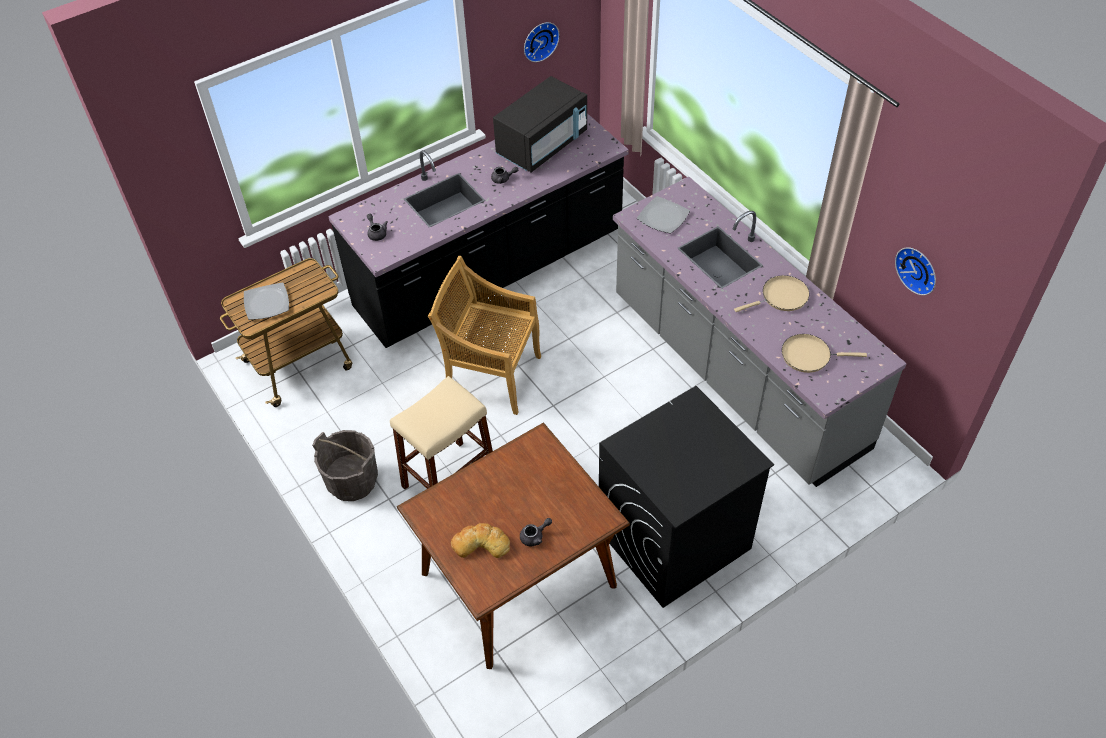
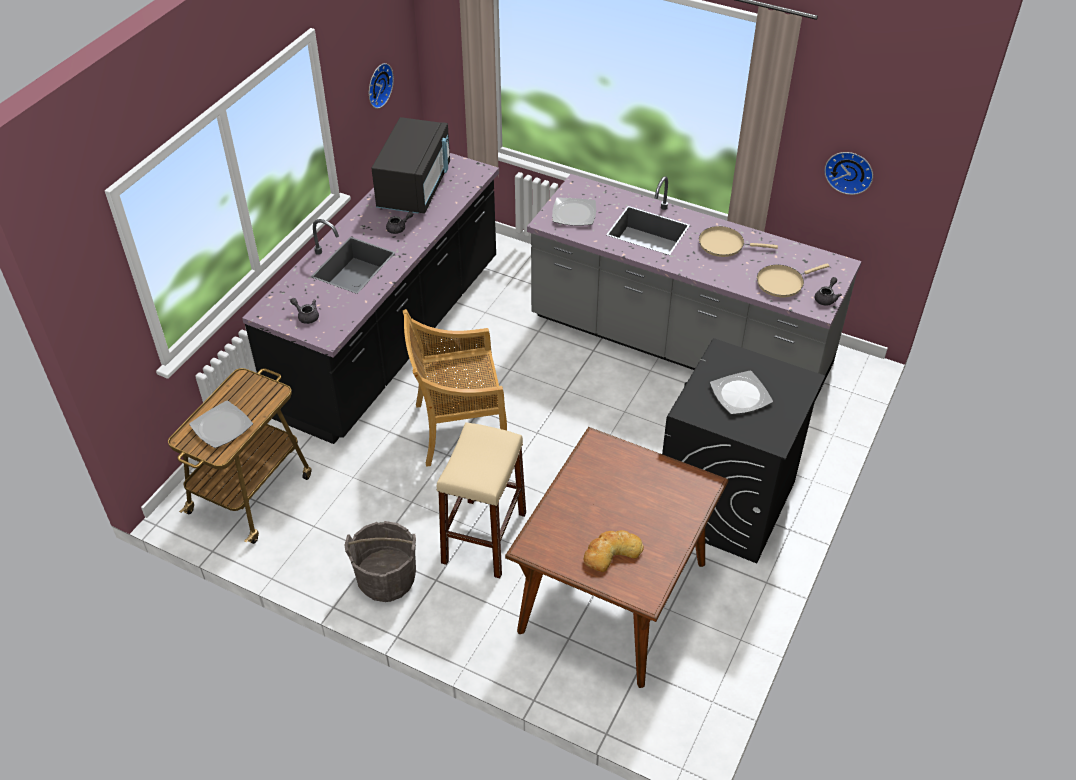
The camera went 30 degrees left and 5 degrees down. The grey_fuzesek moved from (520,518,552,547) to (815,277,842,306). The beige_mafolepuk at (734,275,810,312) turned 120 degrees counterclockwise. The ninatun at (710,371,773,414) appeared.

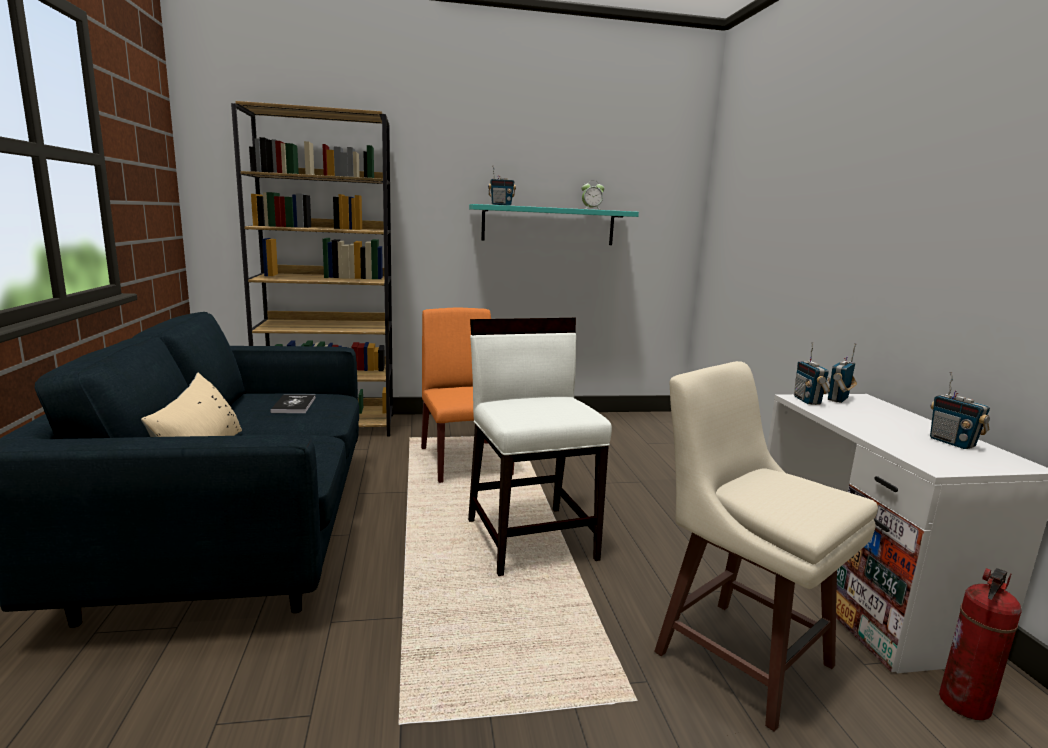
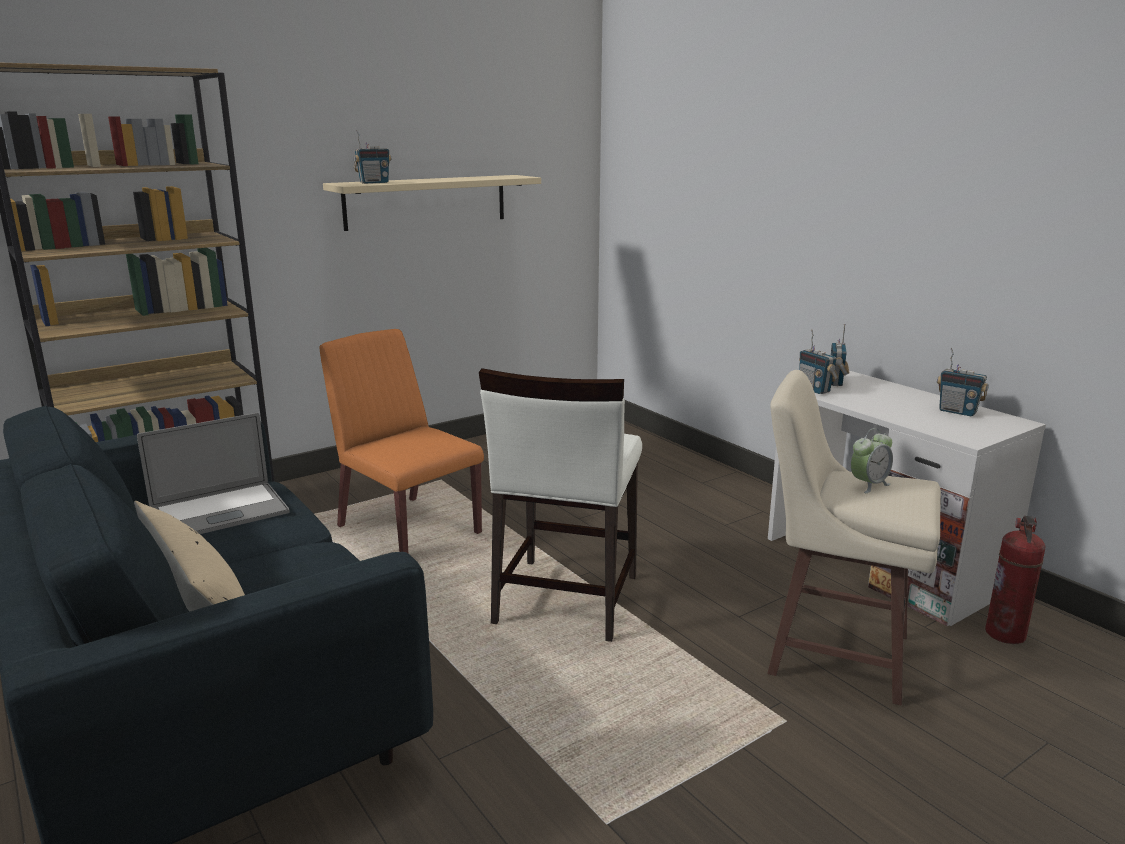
The camera went 25 degrees left and 5 degrees up. The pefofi at (270,394,316,413) was replaced by the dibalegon at (137,413,290,534). The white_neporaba at (468,318,612,576) turned 120 degrees counterclockwise. The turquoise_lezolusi at (469,204,639,245) became the beige_lezolusi at (323,175,541,231). The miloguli moved from (582,180,604,210) to (851,428,893,493).

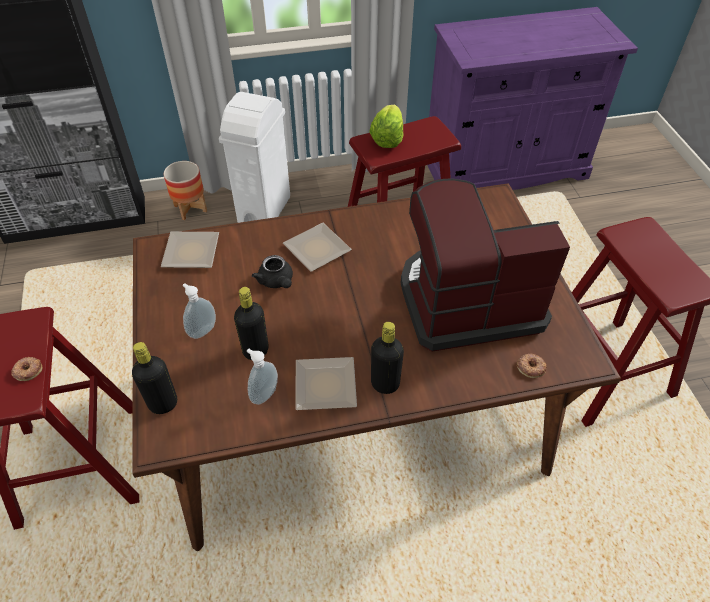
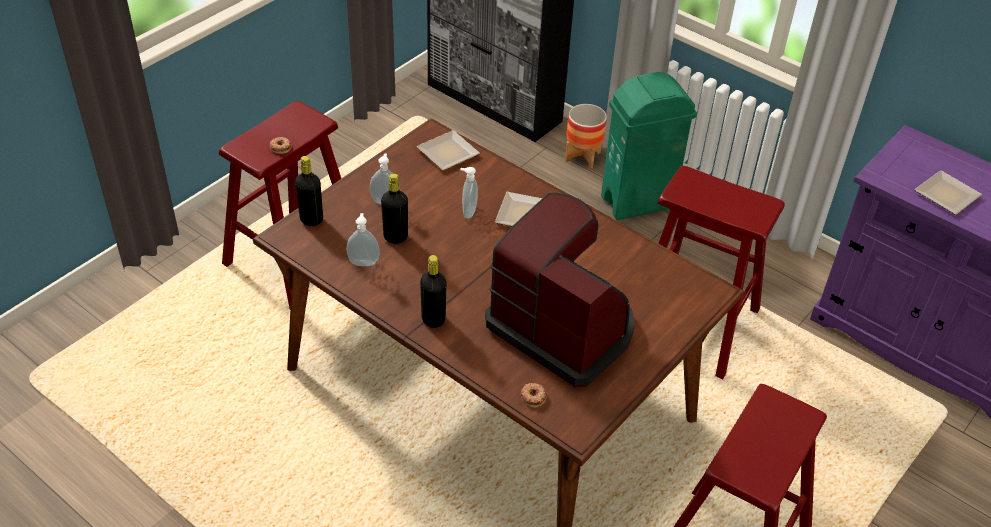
The camera went 50 degrees right and 5 degrees down. The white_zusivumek at (219,92,290,223) became the green_zusivumek at (601,72,697,220). The black_fuzesek at (252,255,293,288) was replaced by the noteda at (460,167,478,219). The ninatun moved from (296,357,357,410) to (914,170,982,215). The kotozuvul at (369,105,404,148) disappeared.

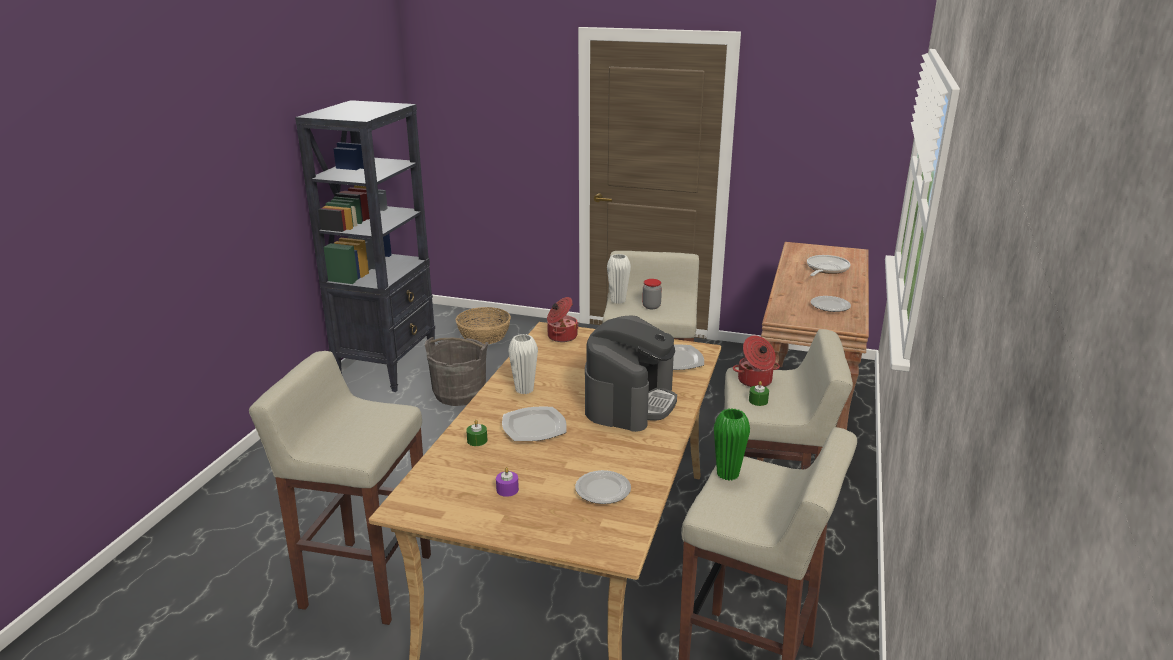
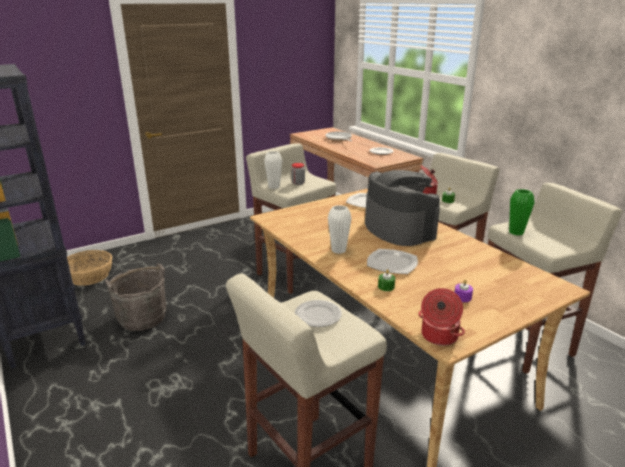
The camera went 50 degrees left and 0 degrees up. The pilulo moved from (547,297,579,342) to (418,288,465,346). The ninatun moved from (575,470,631,504) to (295,300,342,327).

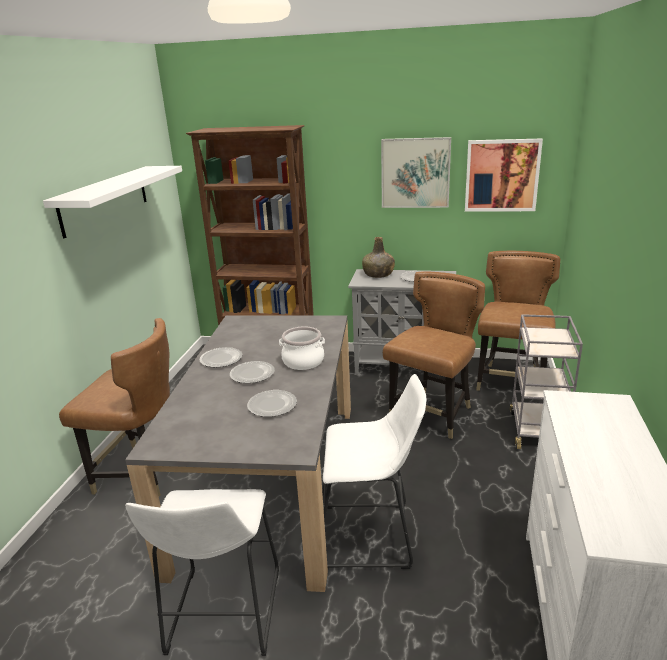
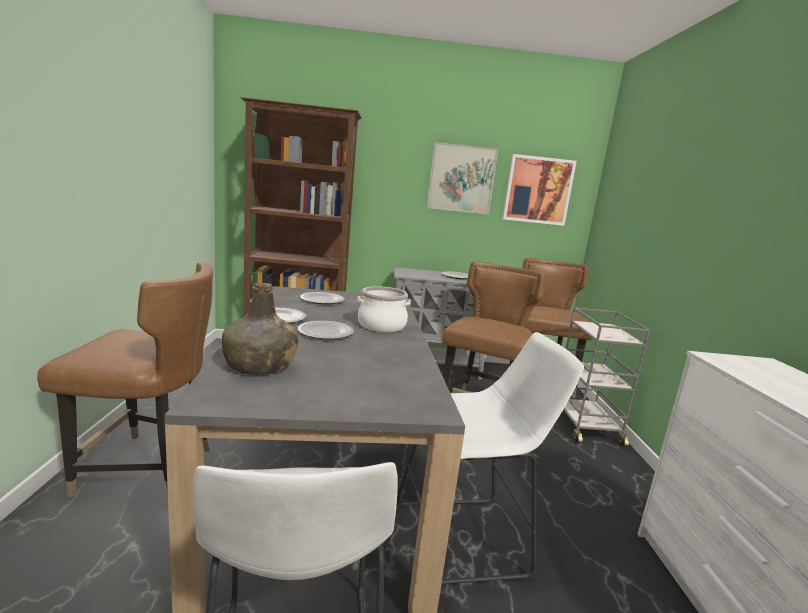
The camera went 15 degrees left and 10 degrees down. The white_lezolusi at (43,166,182,238) disappeared. The ninatun moved from (247,390,297,417) to (300,292,345,304). The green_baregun moved from (362,237,395,278) to (222,283,298,375).

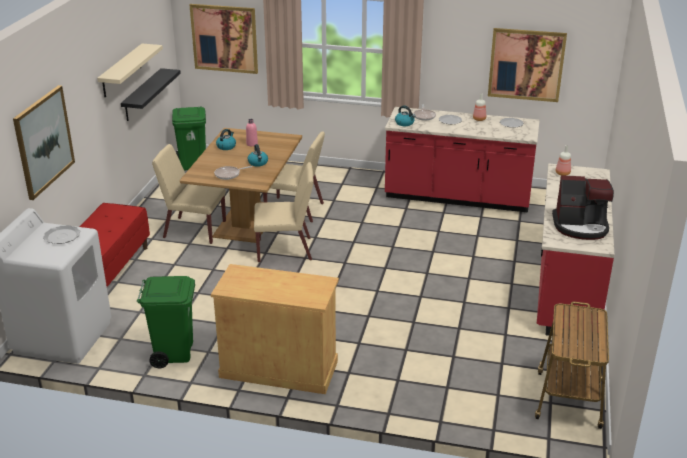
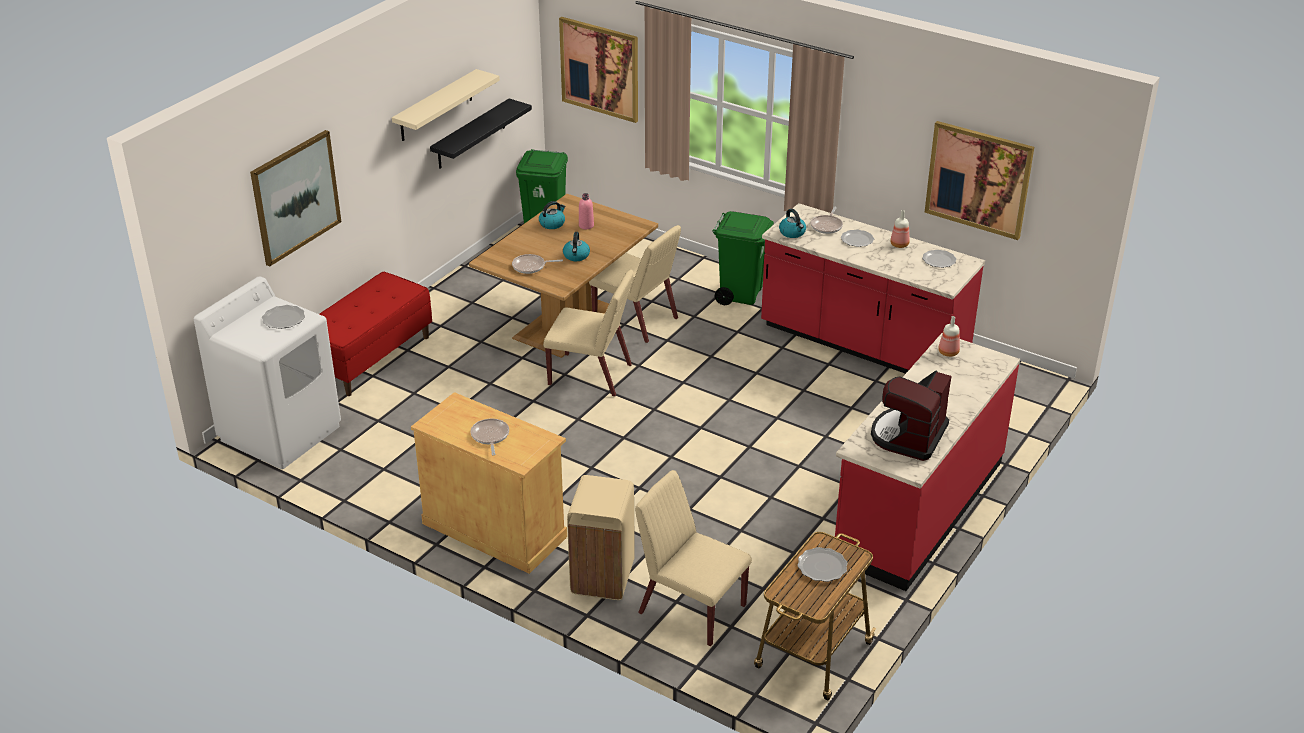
The camera went 20 degrees right and 5 degrees up. The green_zusivumek moved from (137,276,195,368) to (712,211,774,305). The beige_neporaba moved from (152,144,226,244) to (635,470,752,646). The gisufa at (552,175,614,240) turned 90 degrees clockwise. The mafolepuk at (471,419,509,455) appeared. The beige_zusivumek at (567,475,635,600) appeared. The ninatun at (797,547,848,582) appeared.

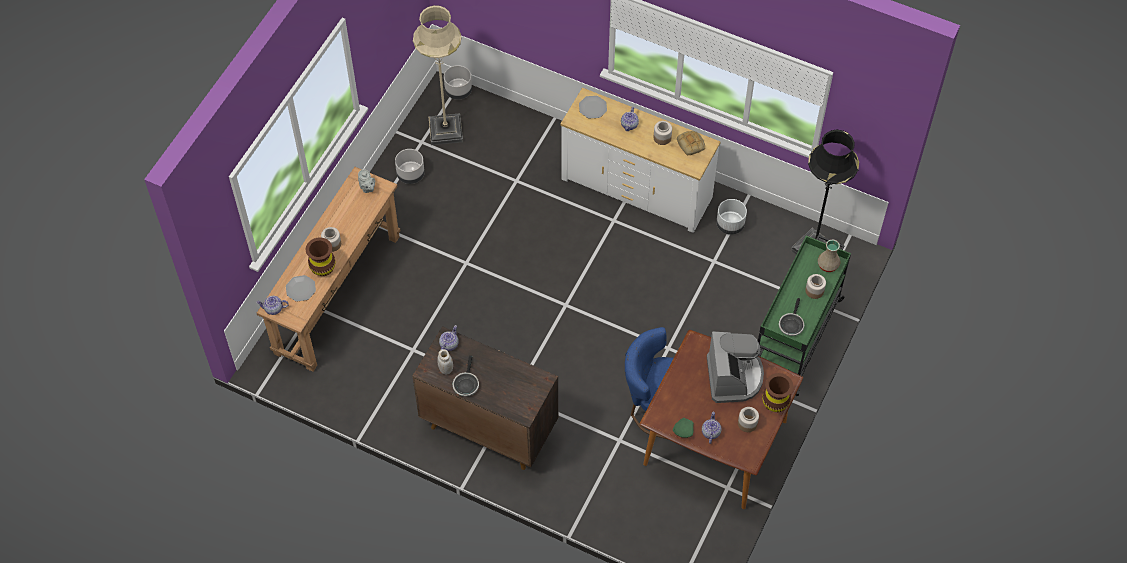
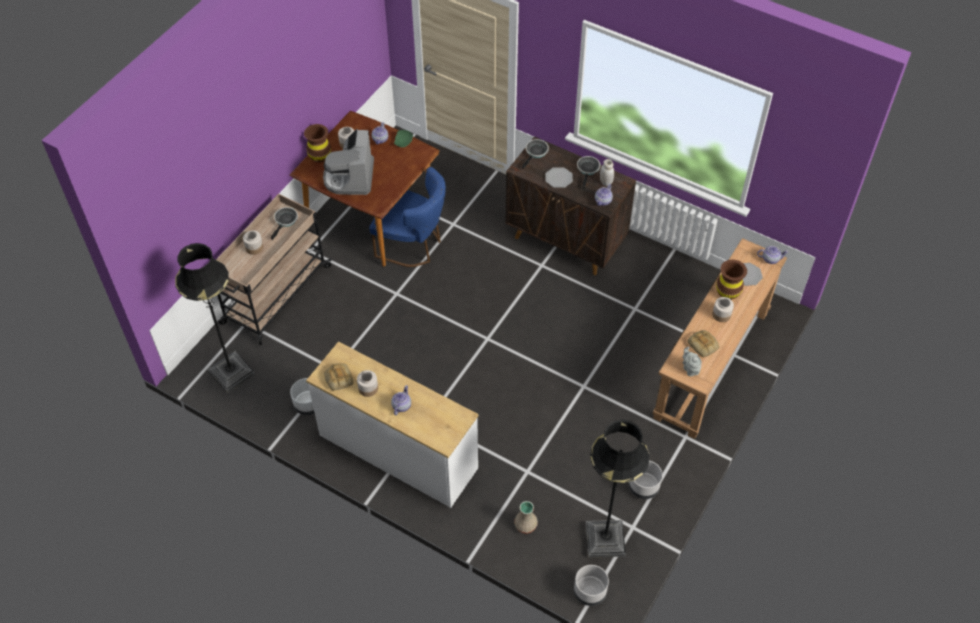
The camera went 175 degrees left and 5 degrees down. The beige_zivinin at (413,5,463,145) became the black_zivinin at (585,419,650,558). The ninatun moved from (579,96,607,118) to (545,167,573,188). The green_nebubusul at (756,235,851,396) became the beige_nebubusul at (216,194,332,345). The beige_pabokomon moved from (818,240,840,272) to (514,501,538,534). The mafolepuk at (522,139,549,169) appeared. The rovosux at (687,330,719,357) appeared.

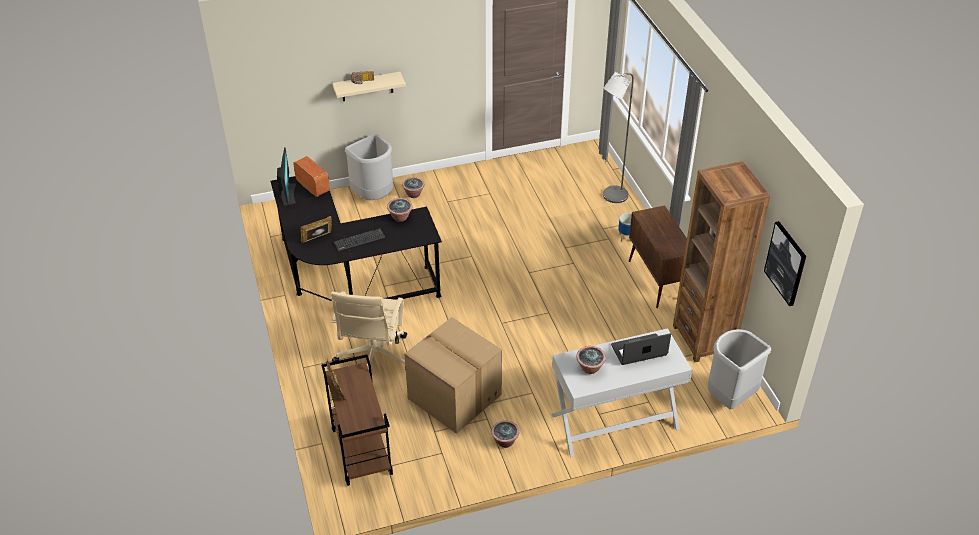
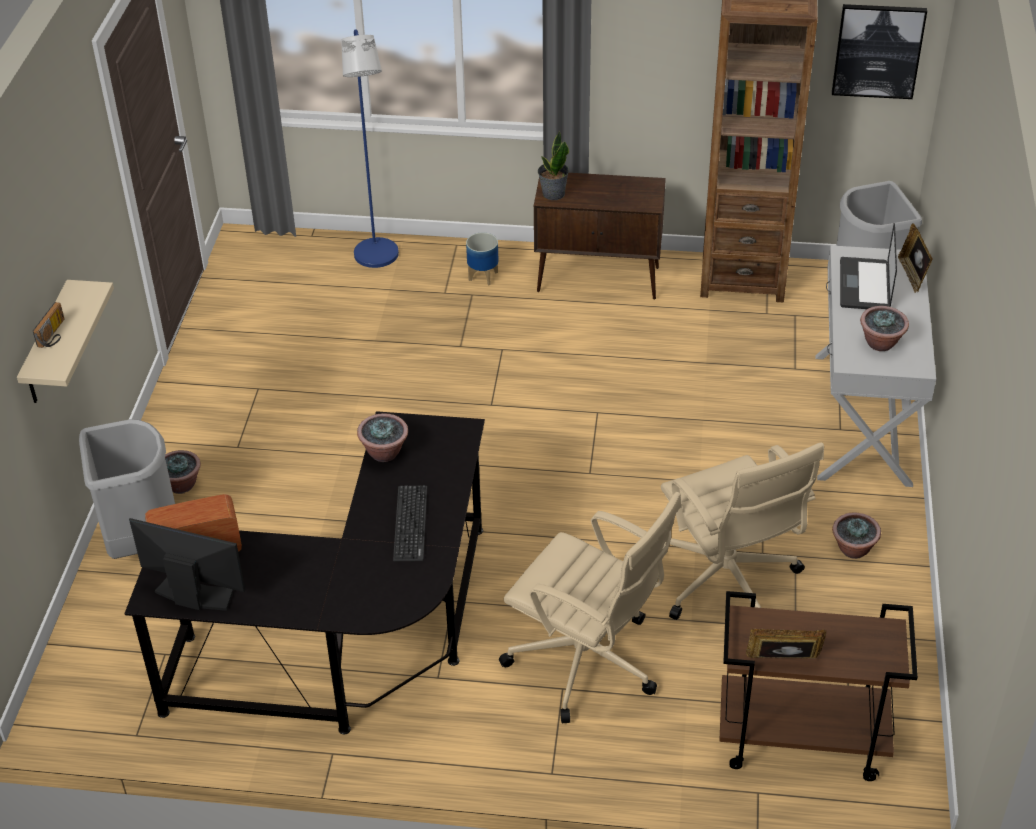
The camera went 65 degrees left and 0 degrees up. The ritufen moved from (301,216,332,243) to (898,223,933,293). The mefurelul at (405,317,502,434) was replaced by the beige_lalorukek at (661,442,824,620). The grey_zivinin at (603,72,634,203) became the blue_zivinin at (341,29,399,268). The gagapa at (538,131,569,200) appeared.

